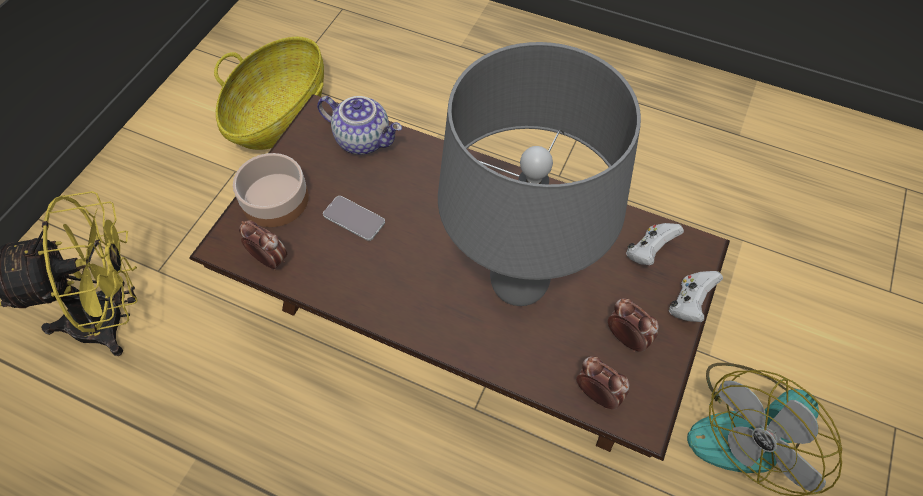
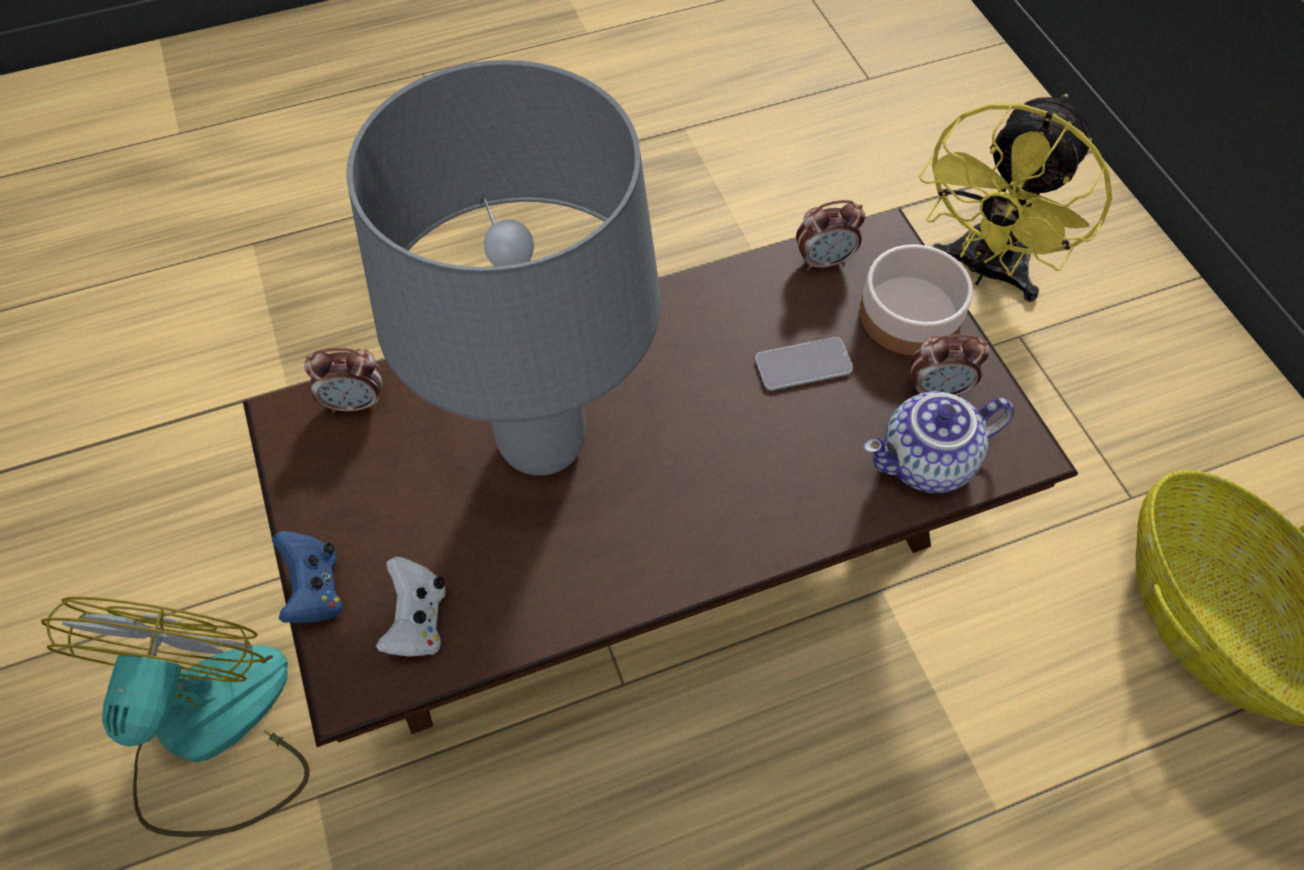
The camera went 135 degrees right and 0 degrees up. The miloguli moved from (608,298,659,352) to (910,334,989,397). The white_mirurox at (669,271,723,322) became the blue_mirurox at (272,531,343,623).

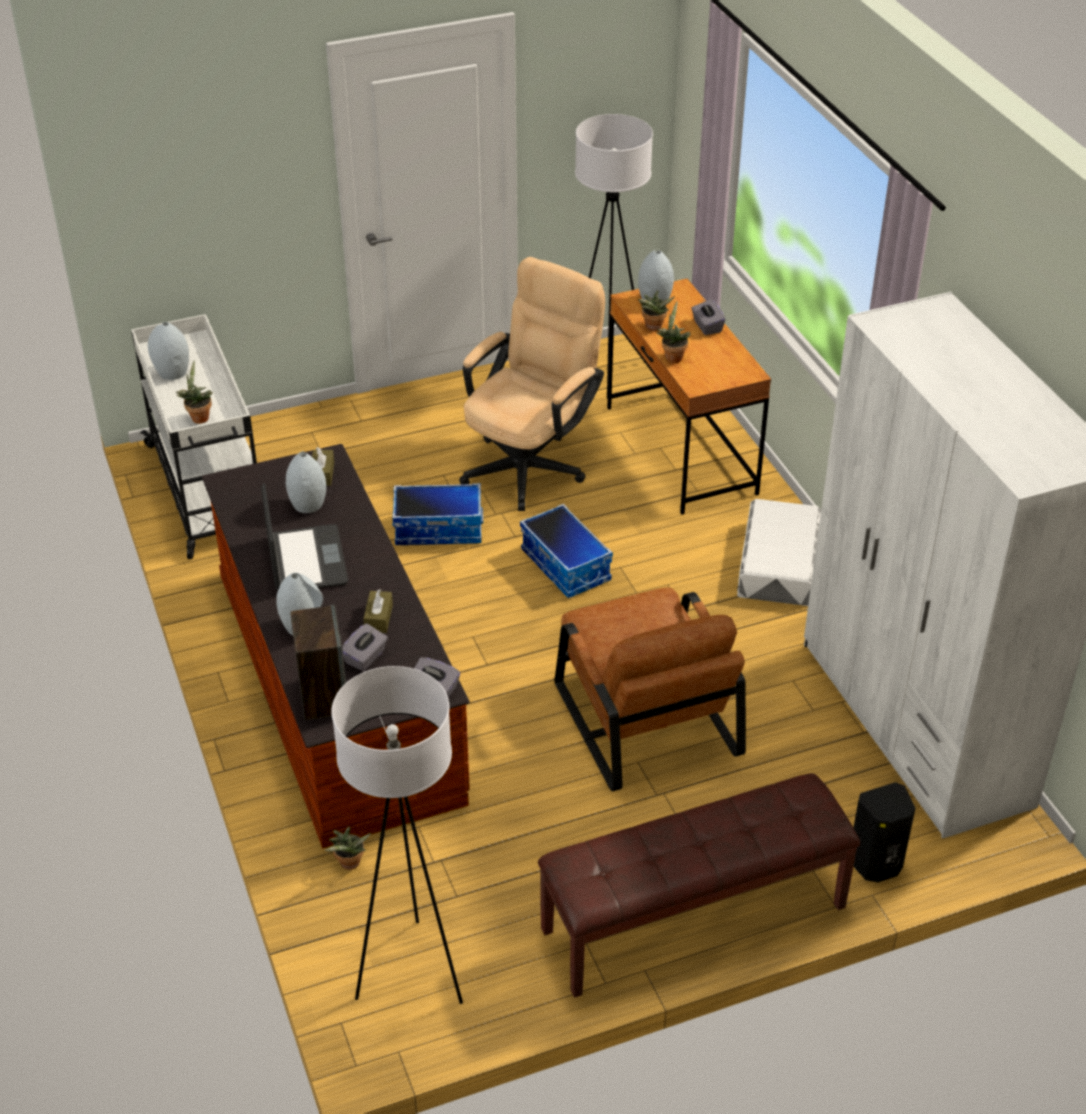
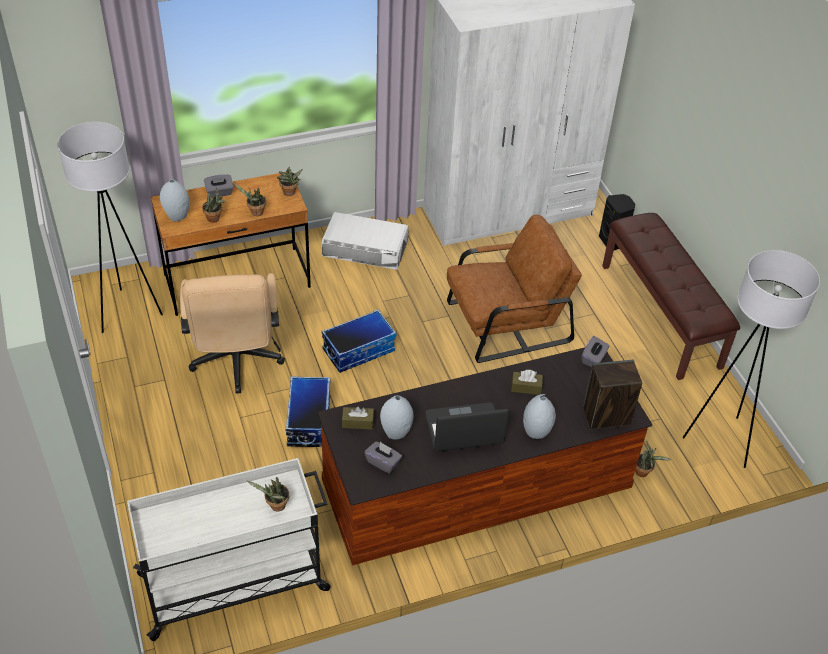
The camera went 90 degrees left and 5 degrees up. The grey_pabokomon at (148,322,189,380) disappeared. The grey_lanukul moved from (342,623,388,671) to (365,441,402,474). The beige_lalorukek at (459,257,605,511) turned 135 degrees counterclockwise. The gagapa at (277,167,303,196) appeared.

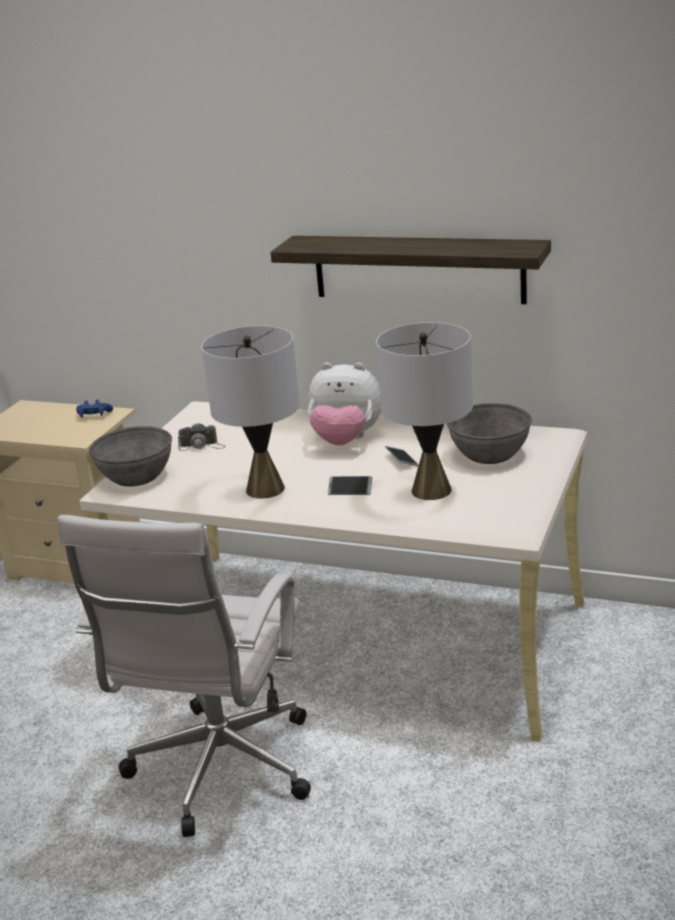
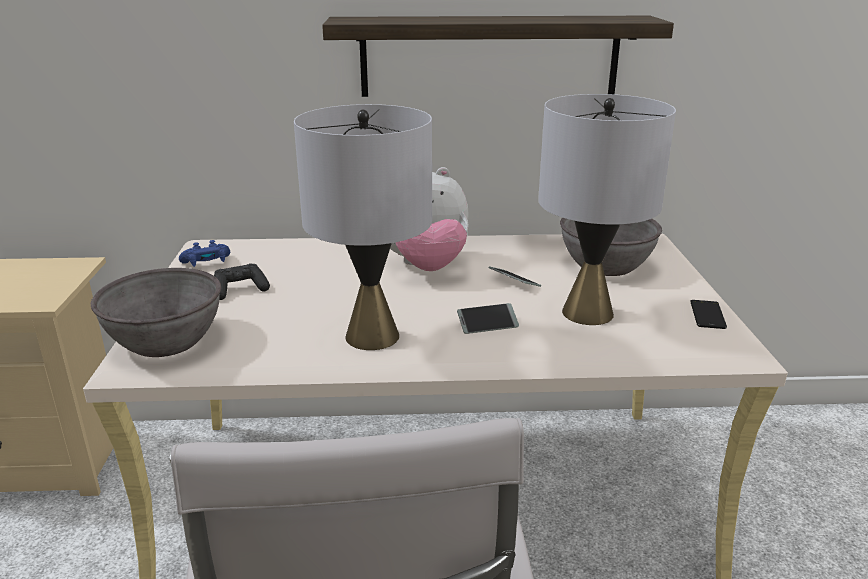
The camera went 25 degrees left and 0 degrees up. The blue_mirurox moved from (76,399,113,418) to (179,240,230,267). The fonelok at (178,423,225,451) was replaced by the black_mirurox at (214,263,270,300). The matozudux at (690,300,727,329) appeared.

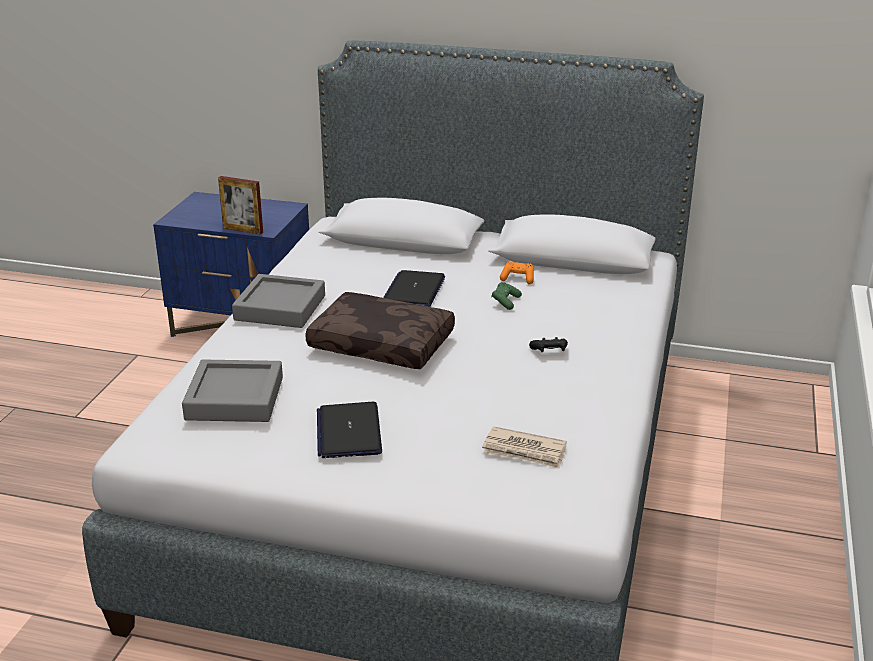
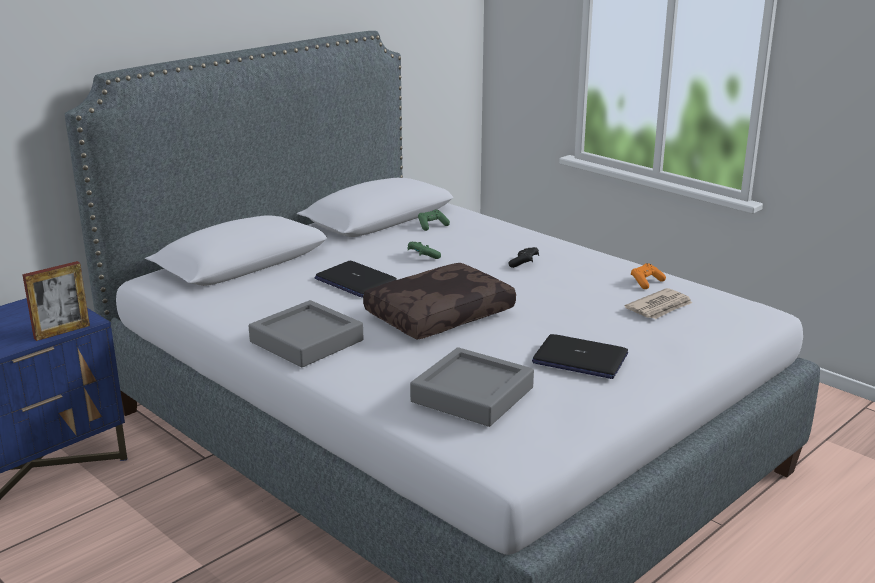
The camera went 60 degrees left and 5 degrees down. The orange_mirurox moved from (500,261,534,284) to (631,263,666,289). The green_mirurox at (418,210,450,231) appeared.

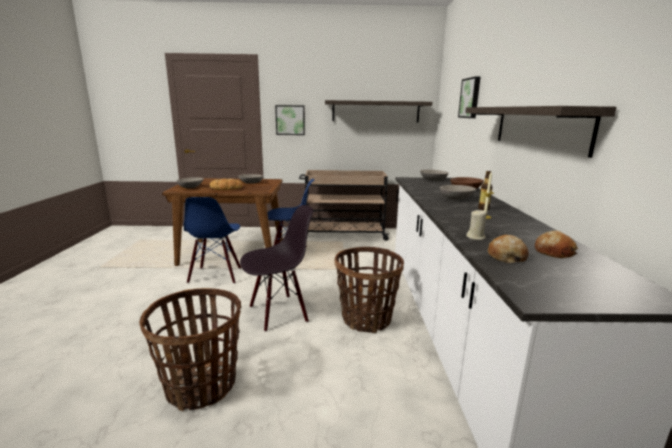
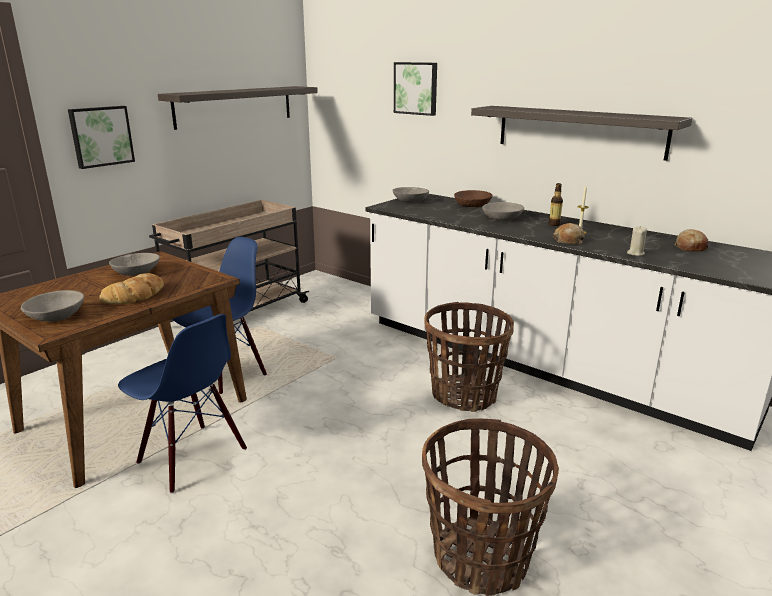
The camera went 50 degrees left and 5 degrees up. The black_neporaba at (240,205,313,332) disappeared. The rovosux moved from (488,235,529,263) to (553,223,585,244).

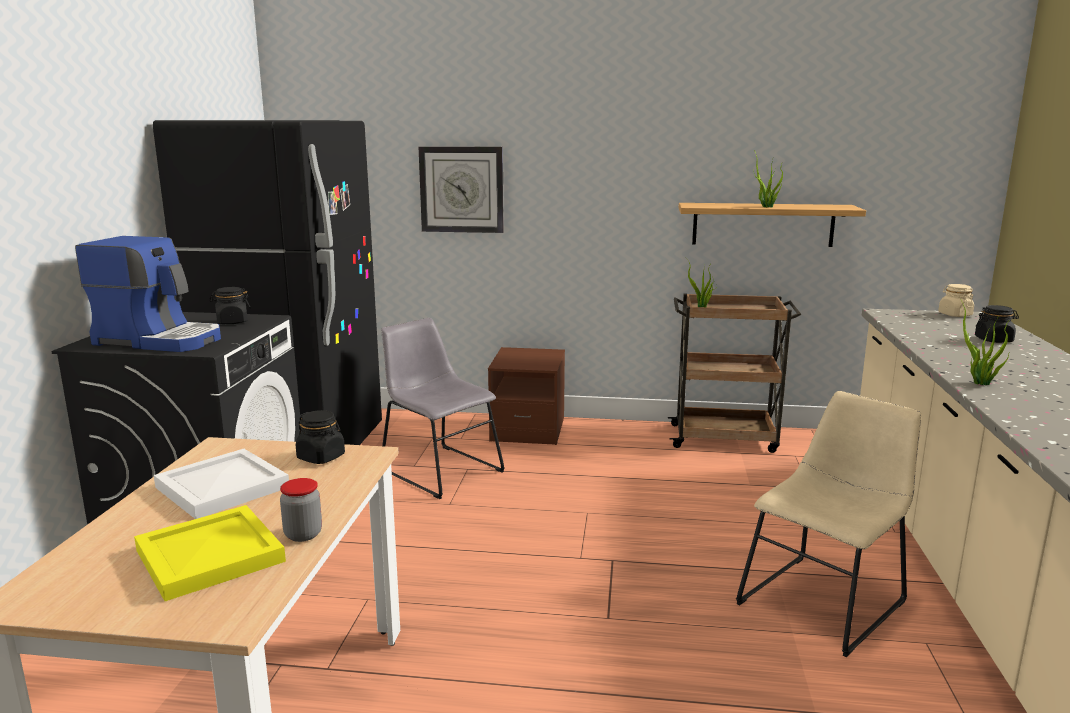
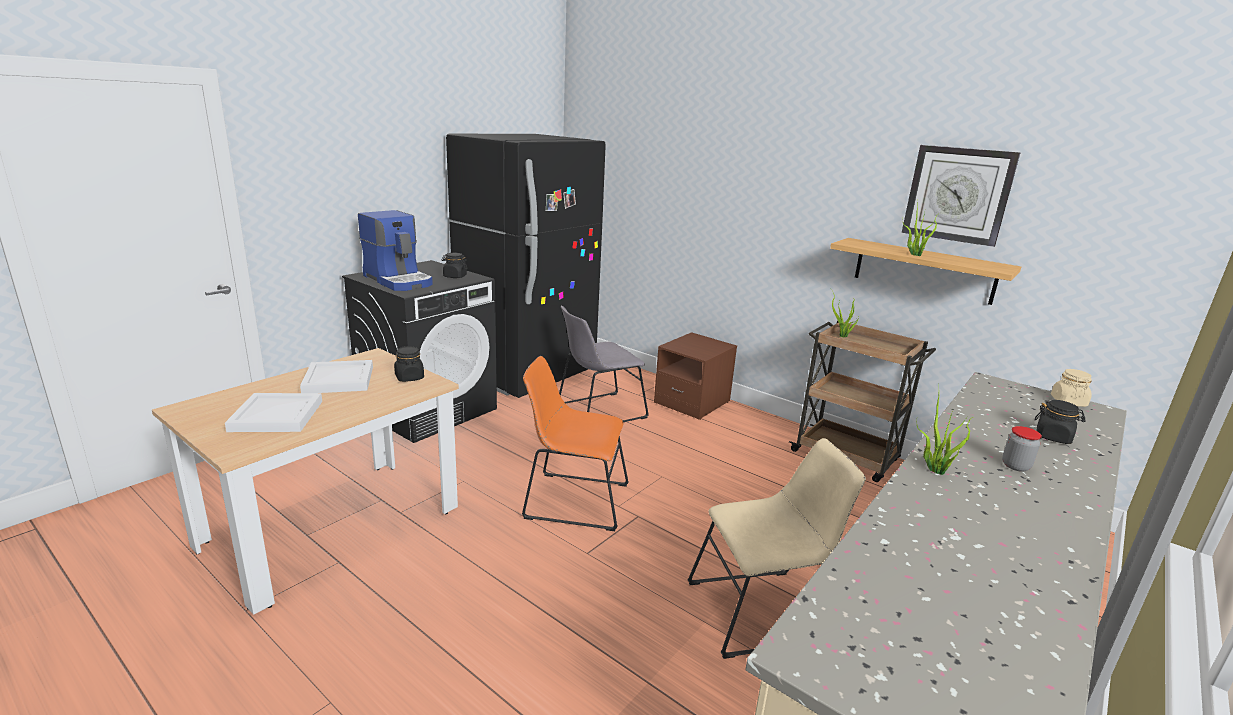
The camera went 30 degrees right and 5 degrees up. The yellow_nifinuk at (134,505,286,601) became the white_nifinuk at (225,393,322,432). The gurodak moved from (280,478,322,542) to (1002,426,1042,472). The grey_neporaba at (381,318,505,499) turned 105 degrees counterclockwise. The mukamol moved from (418,146,504,233) to (902,145,1020,247). The orange_neporaba at (522,356,629,531) appeared.

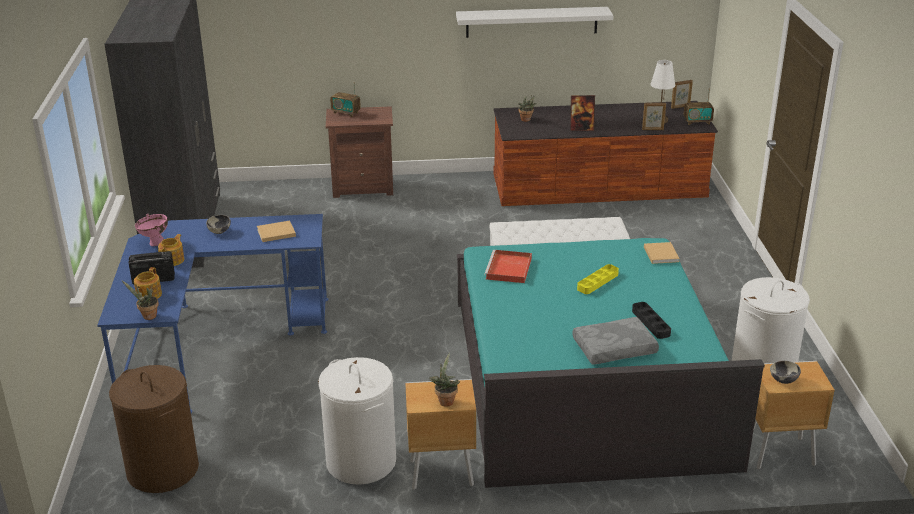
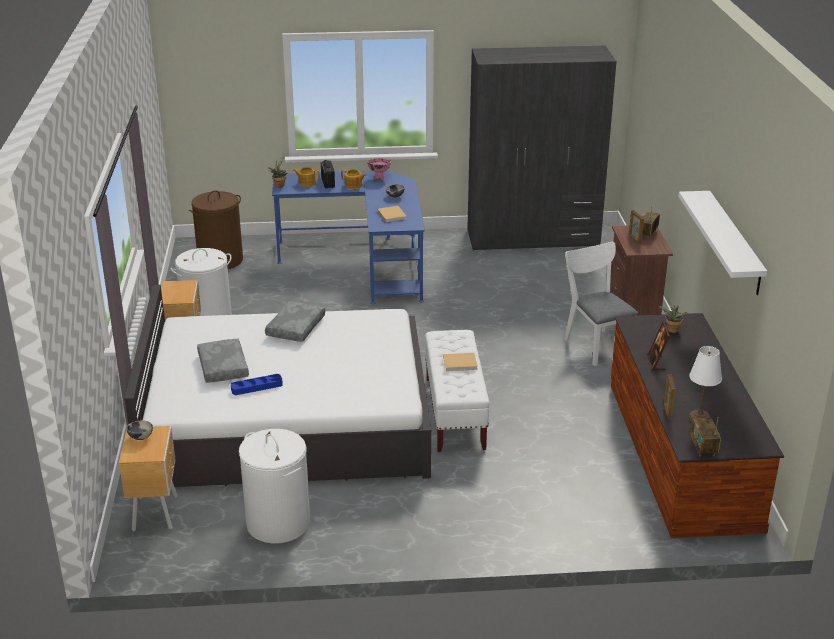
The camera went 90 degrees right and 0 degrees up. The gagapa at (430,352,460,407) disappeared. The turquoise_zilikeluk at (457,238,765,488) became the white_zilikeluk at (124,285,431,487). The red_nifinuk at (484,250,532,283) disappeared. The yellow_nifinuk at (577,264,619,294) disappeared. The black_nifinuk at (632,302,671,339) became the blue_nifinuk at (231,374,283,395). The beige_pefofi moved from (644,242,680,264) to (443,353,478,371). The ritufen moved from (671,80,693,109) to (629,210,644,244). The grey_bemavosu at (265,301,325,342) appeared. The white_neporaba at (564,242,638,366) appeared.

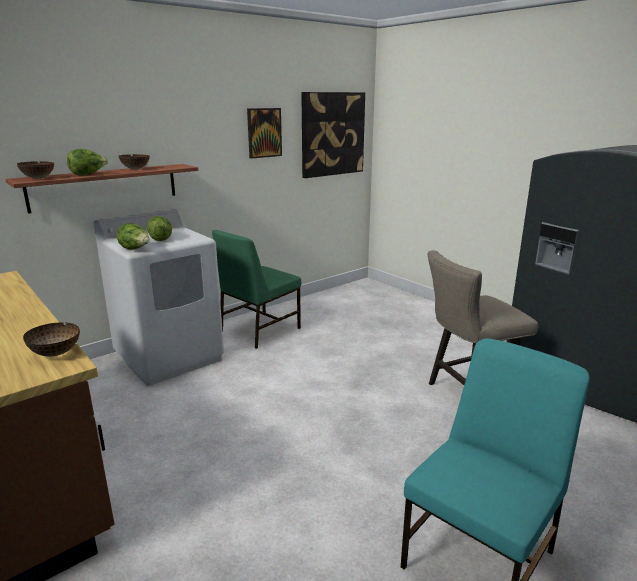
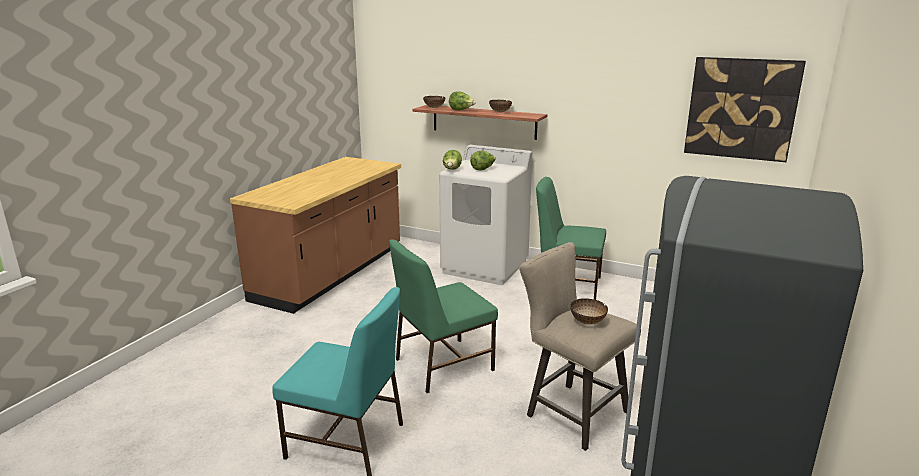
The camera went 65 degrees right and 0 degrees up. The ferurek moved from (23,322,80,357) to (570,298,608,325). The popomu at (247,108,282,159) disappeared. The green_neporaba at (389,239,498,393) appeared.

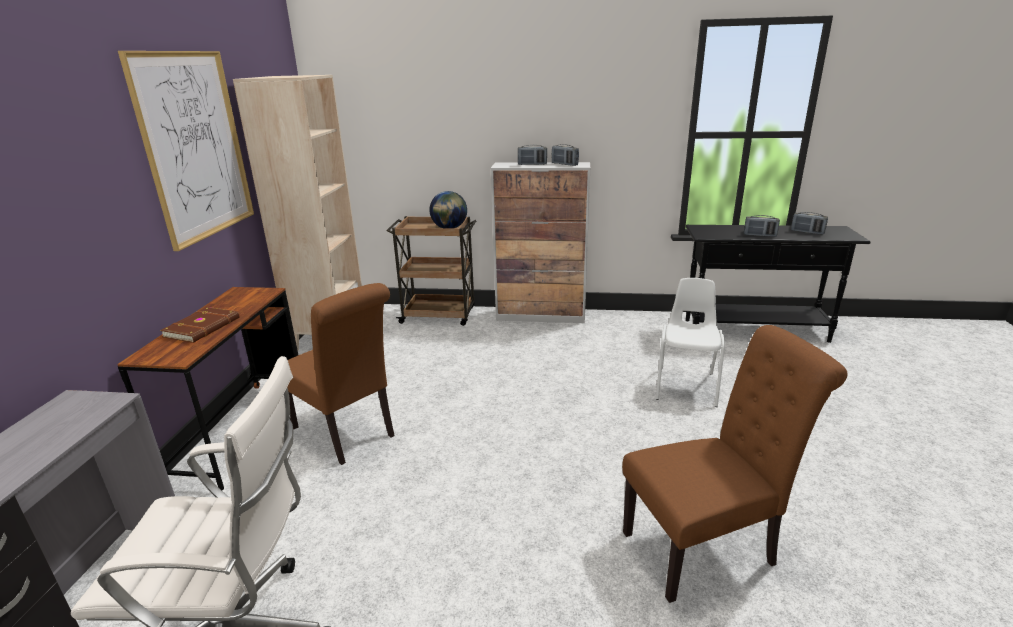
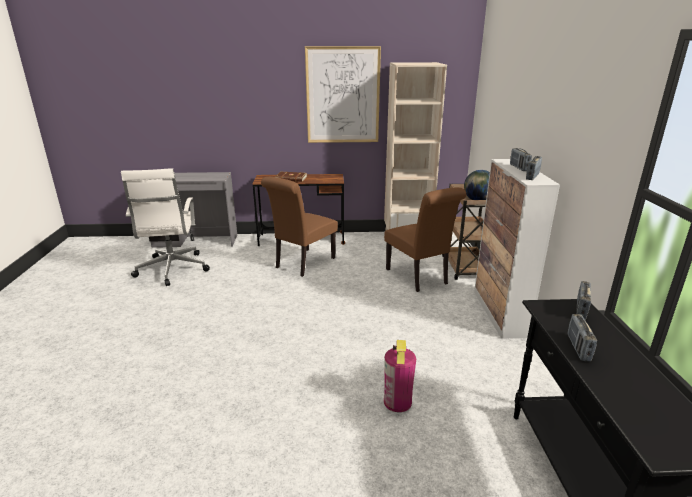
The camera went 80 degrees right and 0 degrees up. The brown_neporaba moved from (622,325,847,603) to (384,188,466,292). The white_neporaba at (656,278,725,407) was replaced by the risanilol at (384,340,416,412). The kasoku moved from (791,212,828,235) to (576,281,591,320).

